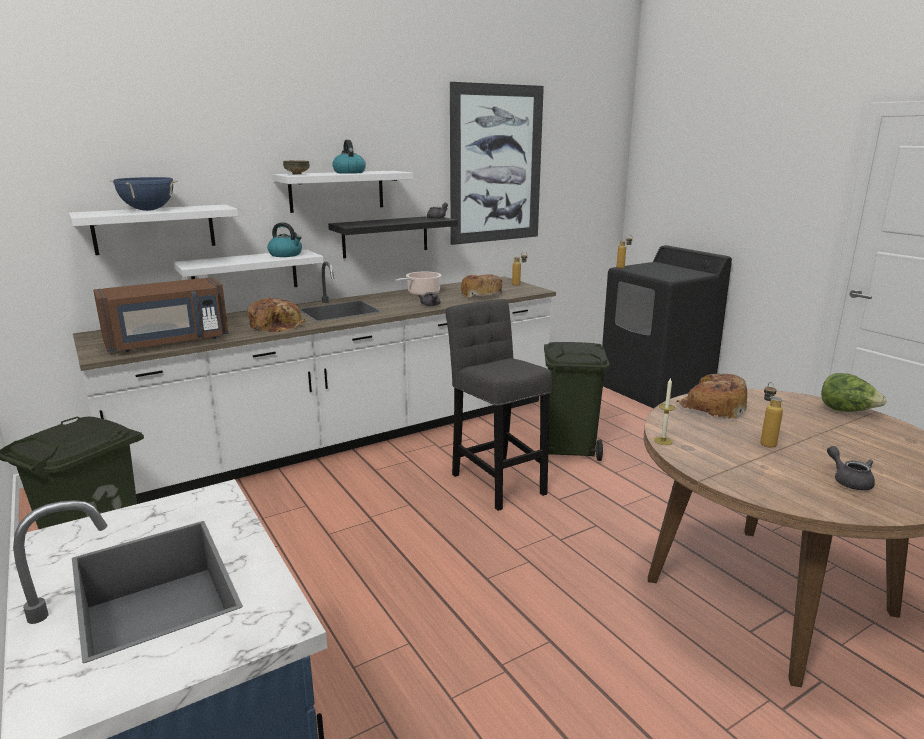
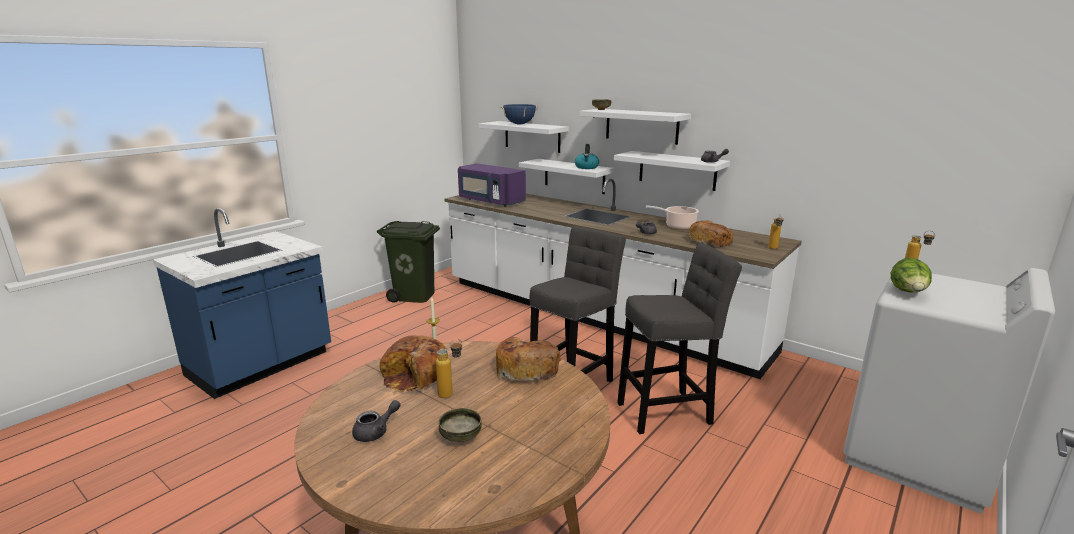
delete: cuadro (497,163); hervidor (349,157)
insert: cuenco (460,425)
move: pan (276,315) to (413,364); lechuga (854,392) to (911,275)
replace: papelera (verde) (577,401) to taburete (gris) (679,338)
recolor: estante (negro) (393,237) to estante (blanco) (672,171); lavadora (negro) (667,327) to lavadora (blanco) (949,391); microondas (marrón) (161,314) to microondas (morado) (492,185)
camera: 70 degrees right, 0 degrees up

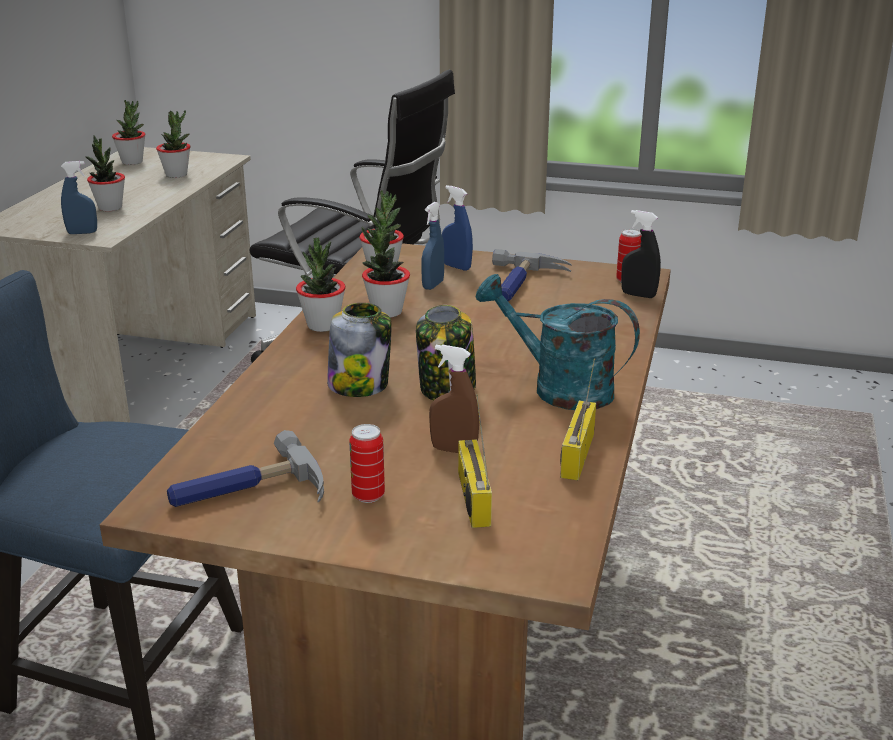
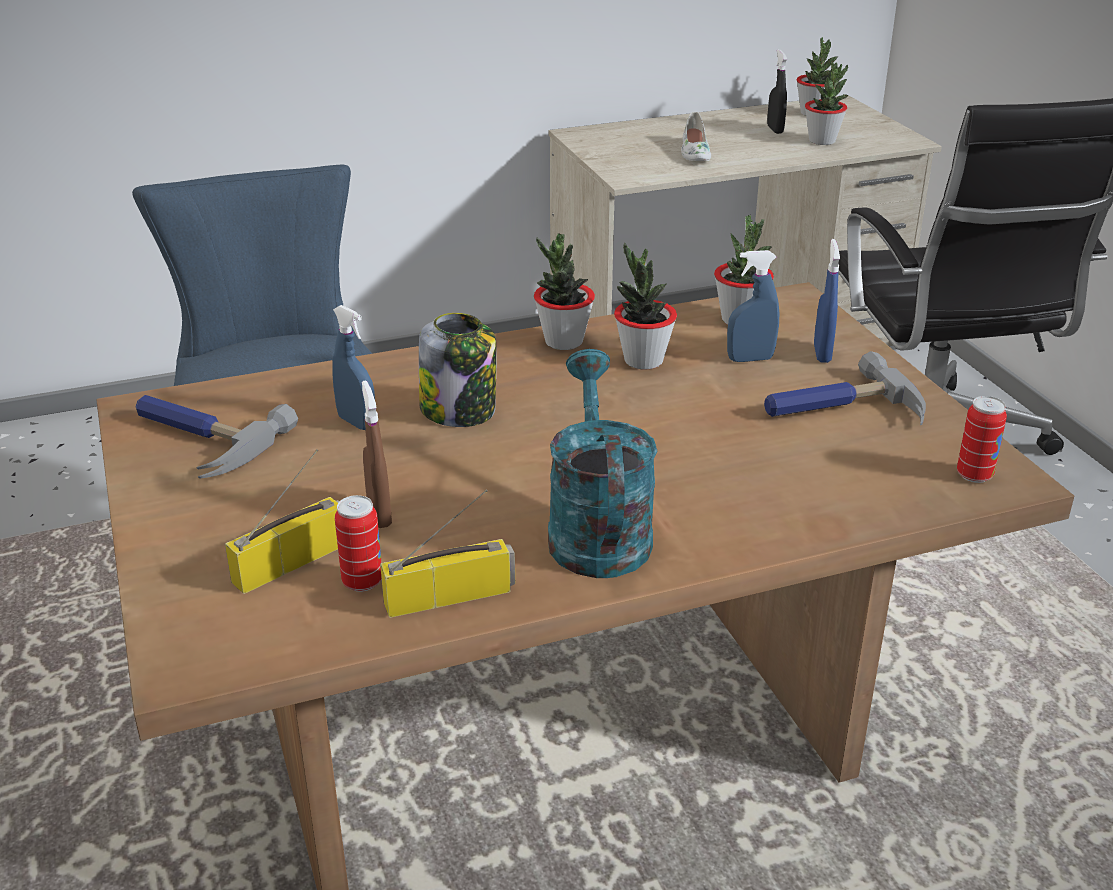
delete: tarro (446,352)
move: pulverizador (azul) (79,197) to (353,367); pulverizador (negro) (641,254) to (777,91); lata (367,463) to (358,543)
replace: planta en maceta (105,173) to zapato (blanco) (696,136)
camera: 55 degrees right, 5 degrees up

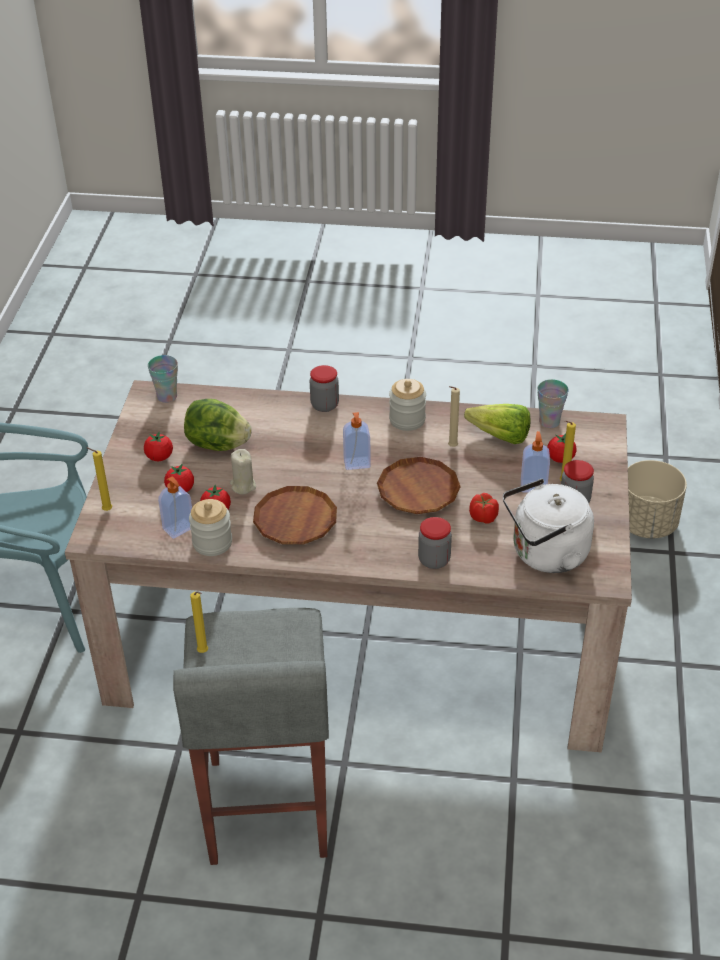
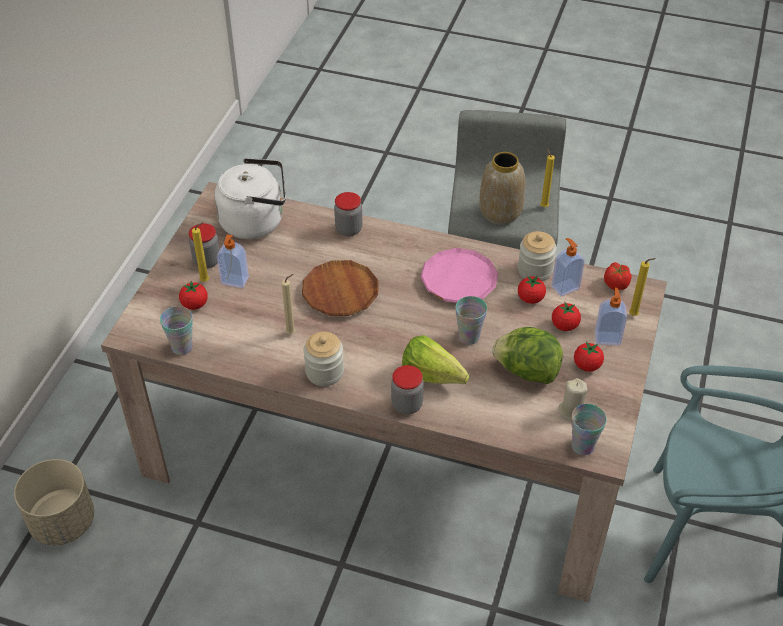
insert: florero (502,188); taza (471,320)
move: lechuga (497,424) to (435,359); dispensador de jabón (357,441) to (611,316); vela (beis) (243,471) to (573,400); tomate (484,508) to (618,276)
recolor: plato (marrón) (295,515) to plato (rosa) (459,275)
camera: 170 degrees left, 5 degrees up

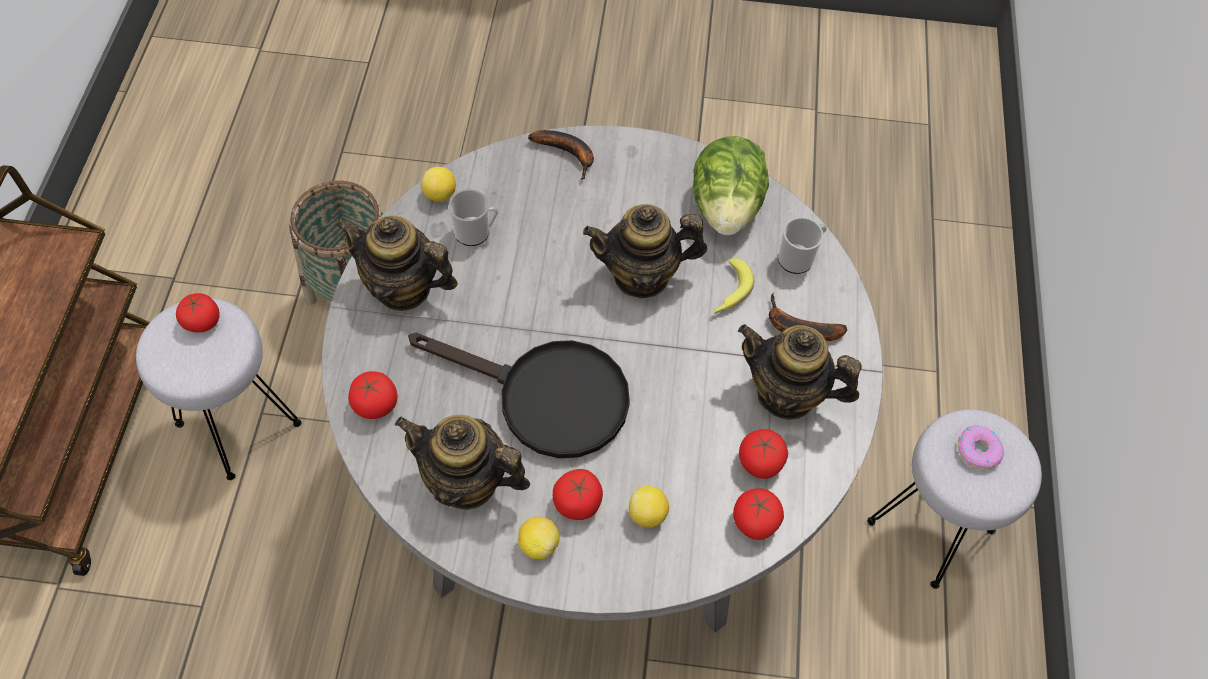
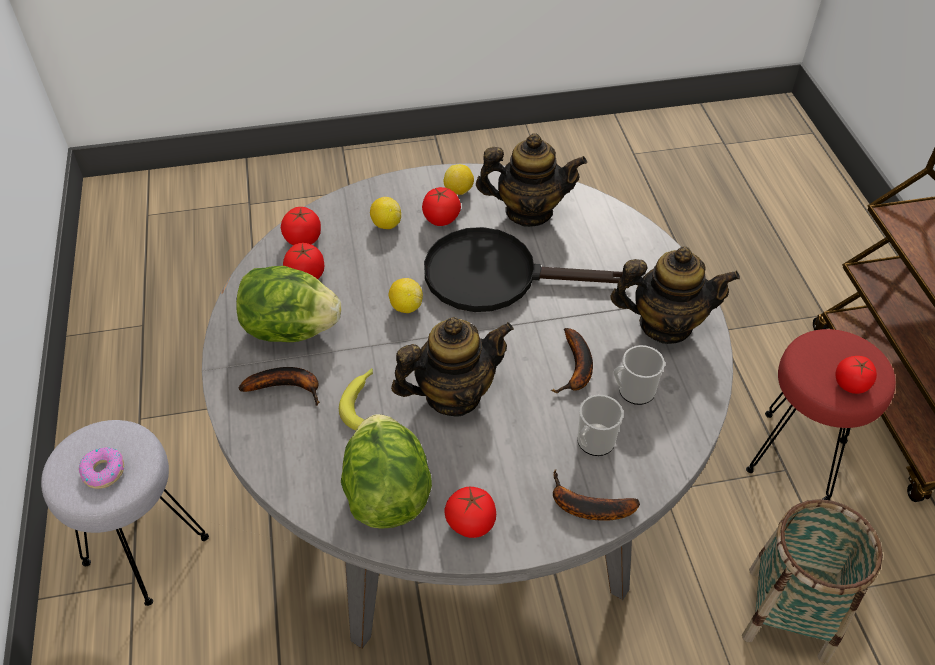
insert: plátano (572,360)
move: limón (438,184) to (406,295); taza grande (802,245) to (600,425); tomate (373,395) to (470,512)
replace: tetera (800,372) to lechuga (288,304)
recolor: taburete (gris) (218,389) to taburete (rojo) (821,414)
camera: 165 degrees right, 10 degrees down

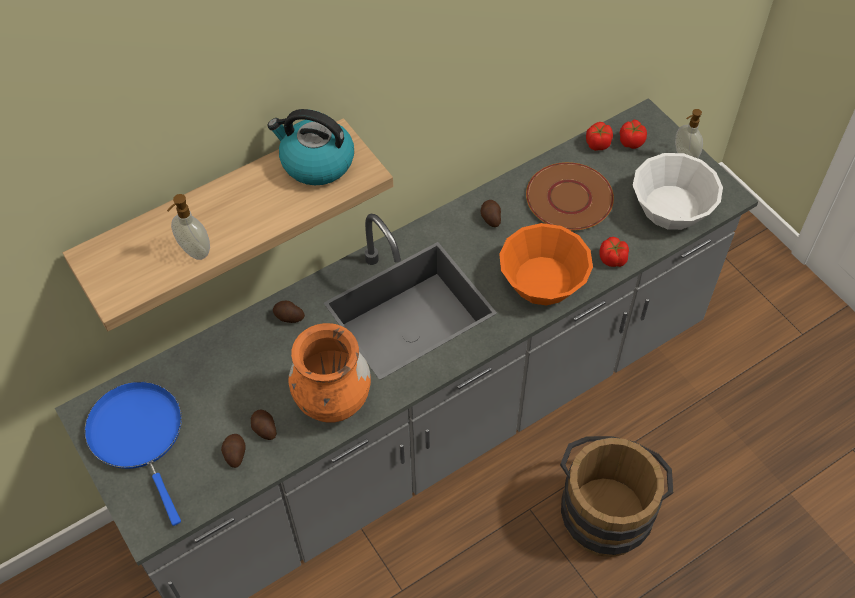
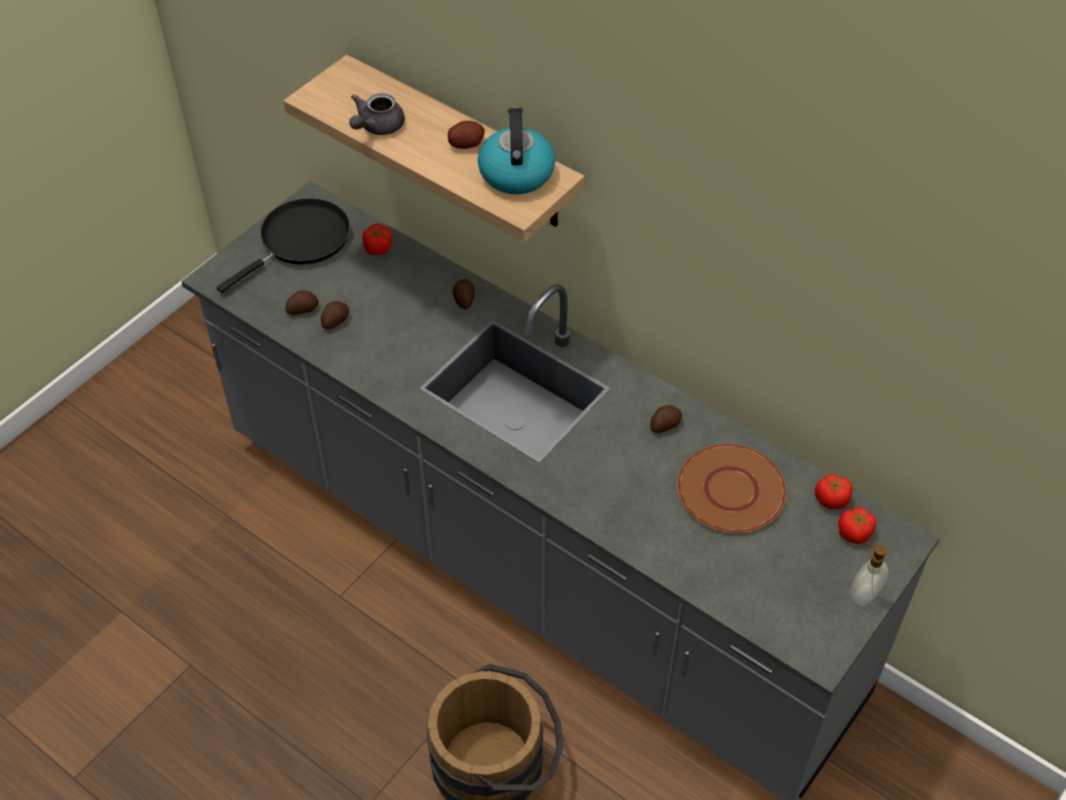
delete: cuenco (blanco) (678,191); cuenco (naranja) (546,264); florero (naranja) (329,373)
insert: patata (466,135)
move: tomate (614,252) to (377,239)
replace: dispensador de jabón (188,227) to tetera (gris) (377,114)
recolor: sartén (azul) (133,453) to sartén (negro) (283,245)
camera: 70 degrees right, 5 degrees down

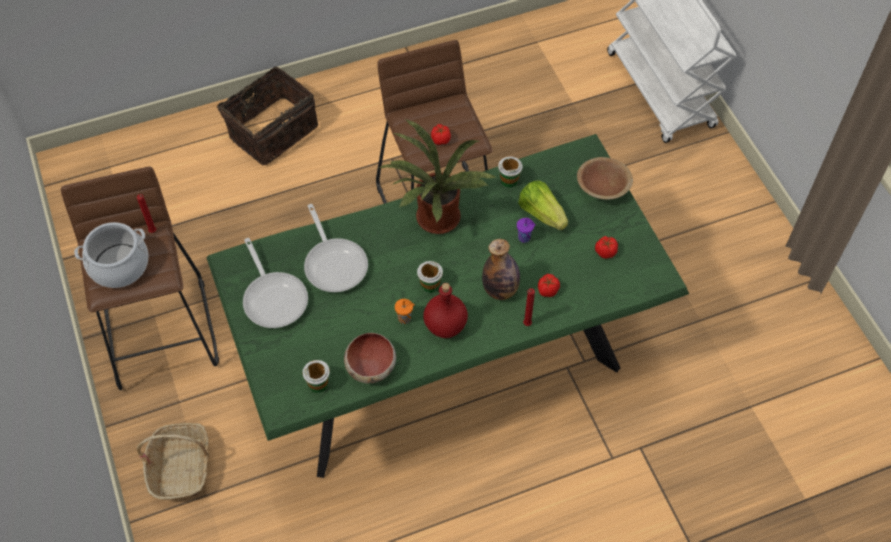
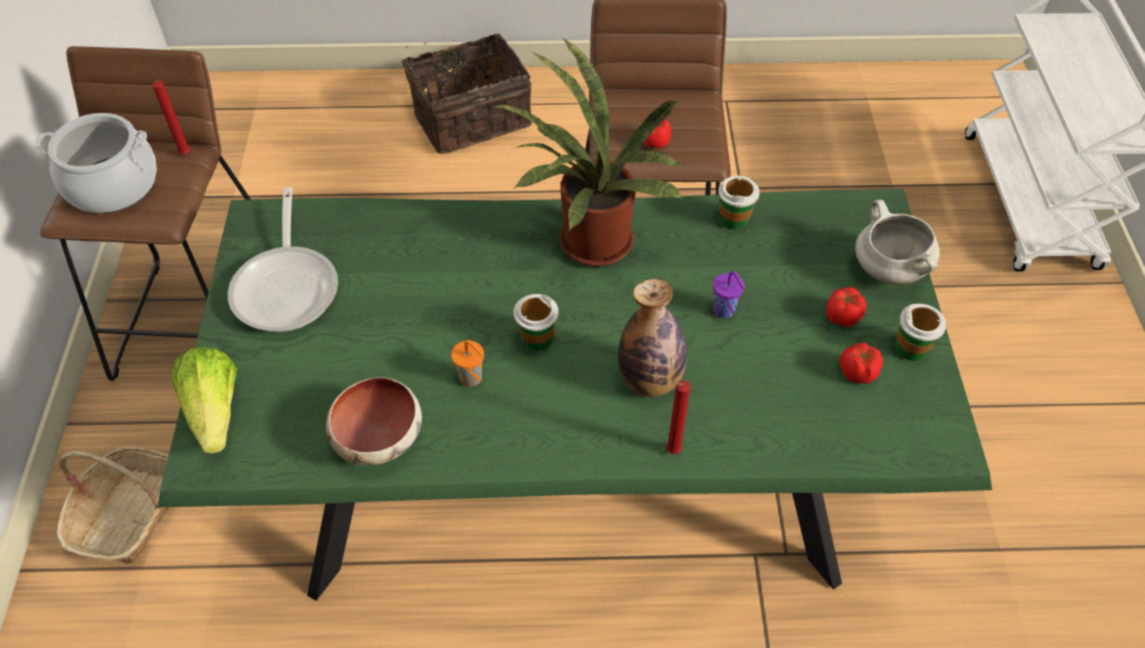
delete: sartén (336,248); botella (rojo) (445,310)
move: lechuga (543,205) to (204,400); tomate (549,285) to (847,307); taza (316,376) to (920,332)
replace: cuenco (marrón) (605,178) to olla (blanco) (897,242)
camera: 20 degrees right, 5 degrees down

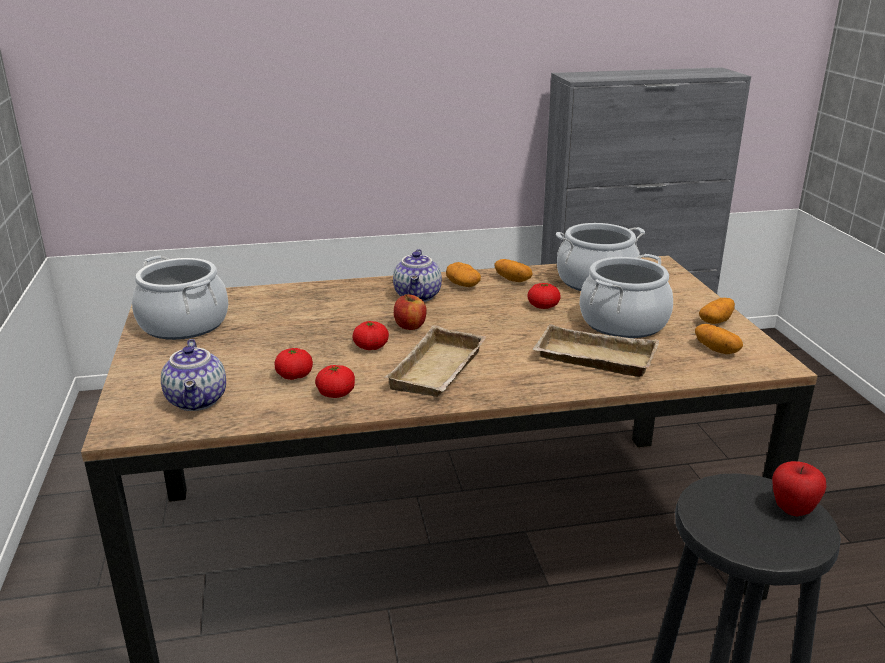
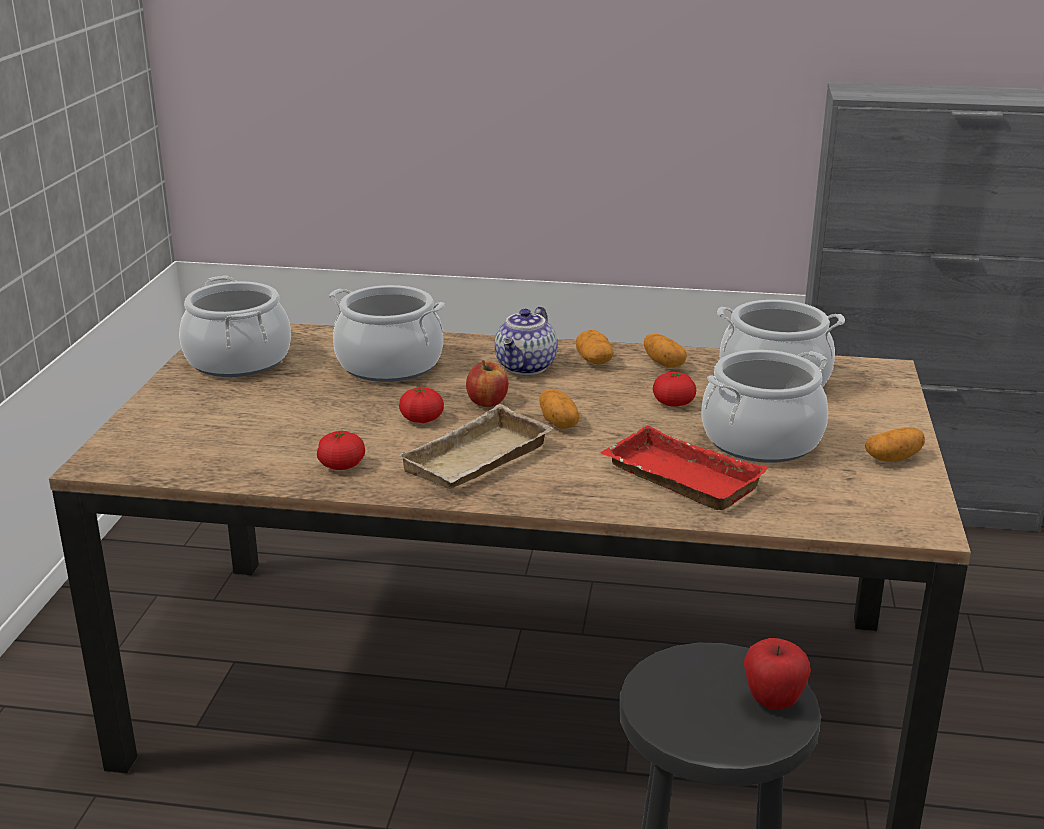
delete: tetera (193,375); tomate (293,364)
insert: olla (387,333)
move: patata (719,339) to (559,409)
recolor: bandeja (beis) (596,350) to bandeja (rojo) (684,467)
camera: 20 degrees right, 0 degrees up

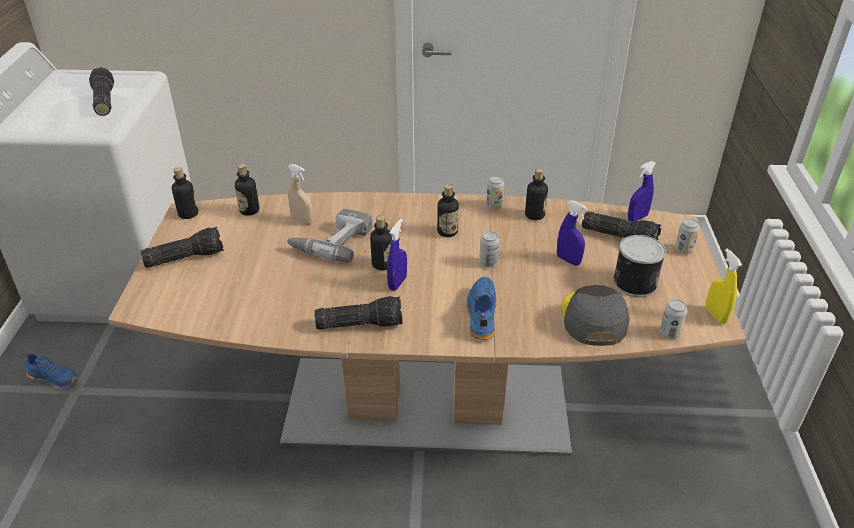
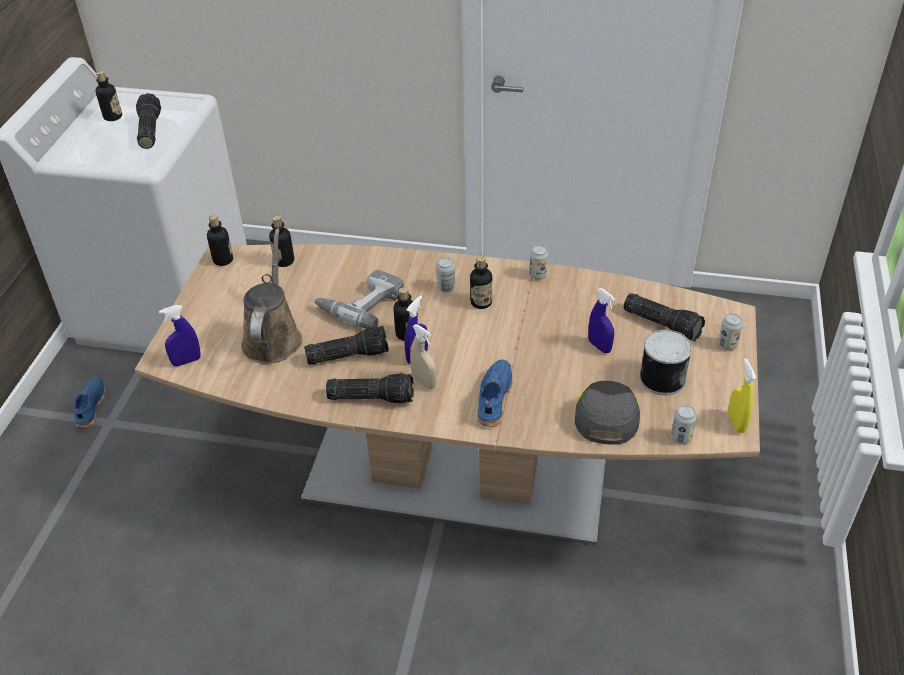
insert: regadera (marrón) (271,296)
move: pulverizador (azul) (642,191) to (180,335); pulverizador (beis) (300,194) to (423,356); botella (536,194) to (108,96); linterna (182,247) to (346,345); lata (489,249) to (445,275)
rotate: zapato (azul) (50,370) = (89,402) 120 degrees counterclockwise
camera: 10 degrees right, 5 degrees up

